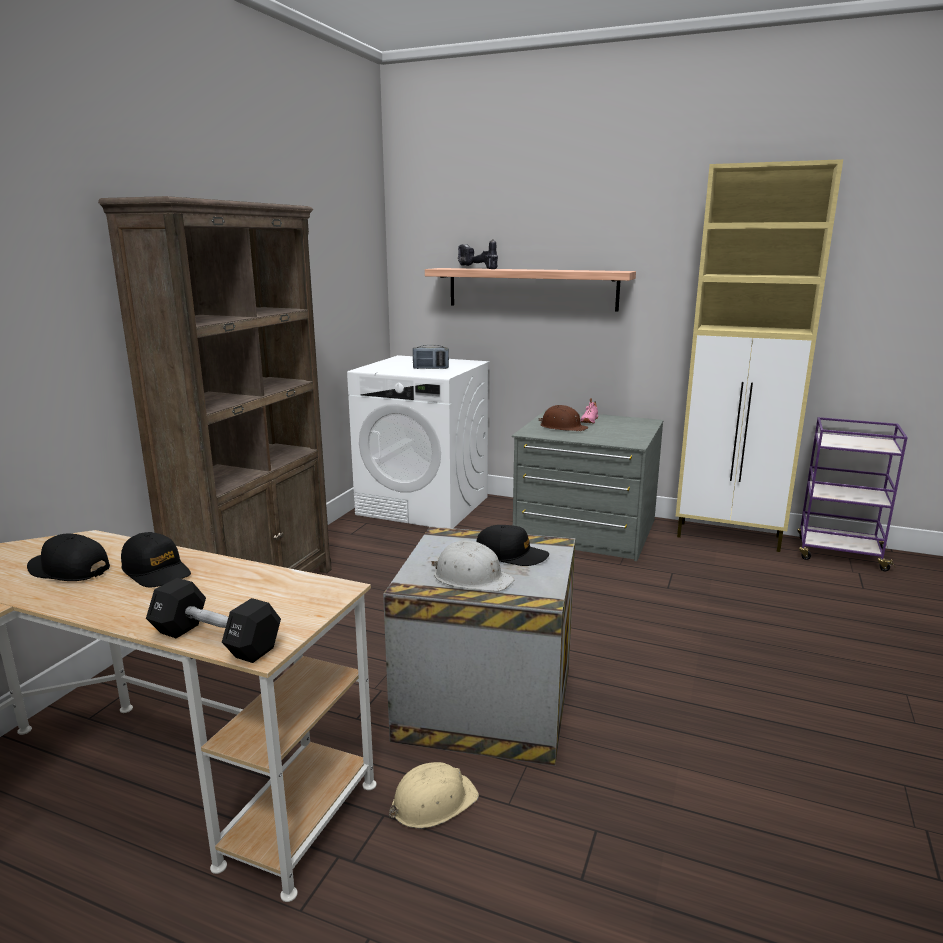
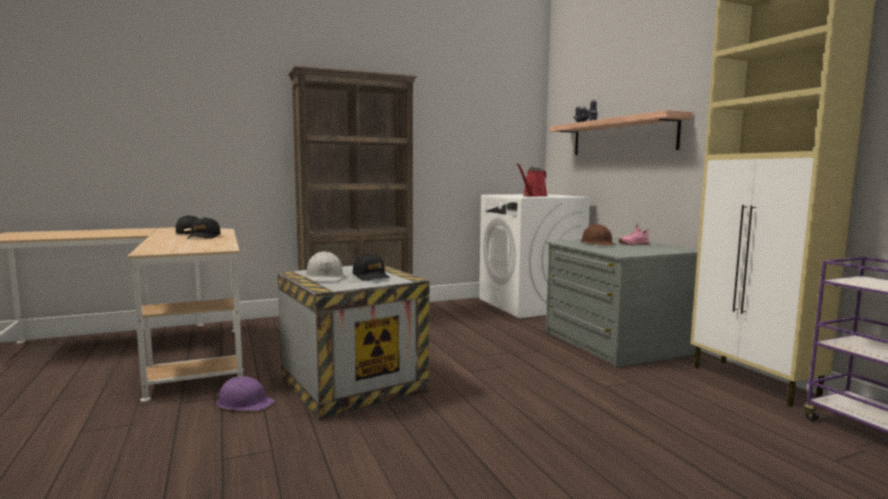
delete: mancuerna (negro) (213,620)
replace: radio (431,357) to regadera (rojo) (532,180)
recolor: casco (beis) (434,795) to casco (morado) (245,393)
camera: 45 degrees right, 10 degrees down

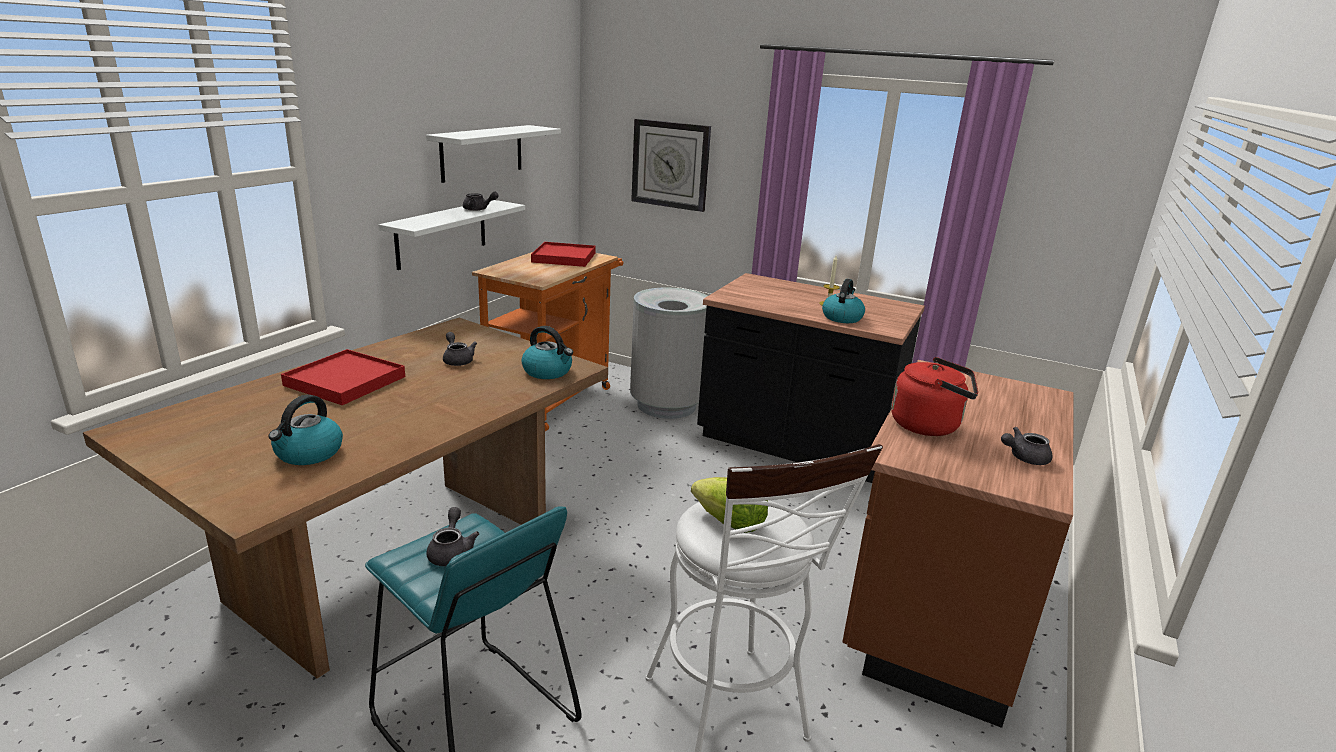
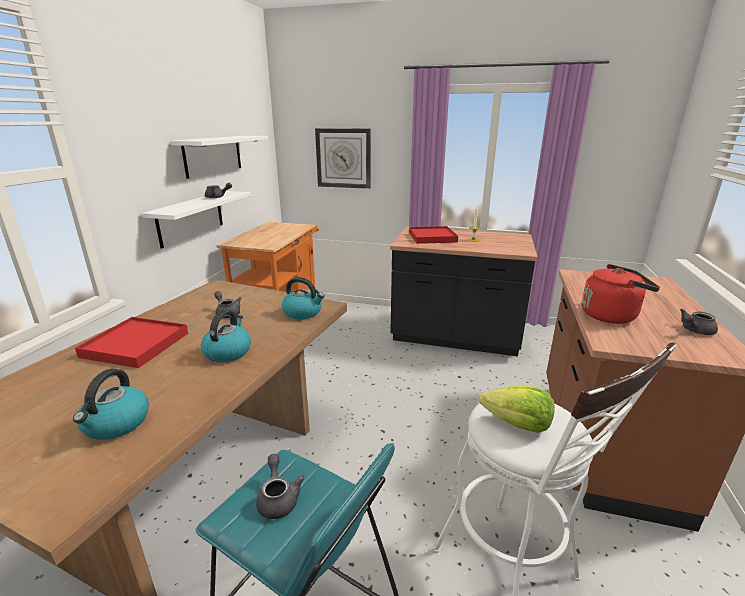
delete: papelera (gris) (668,353)
move: bandeja (rojo) (563,254) to (433,235); hervidor (843,301) to (226,336)
camera: 10 degrees left, 0 degrees up

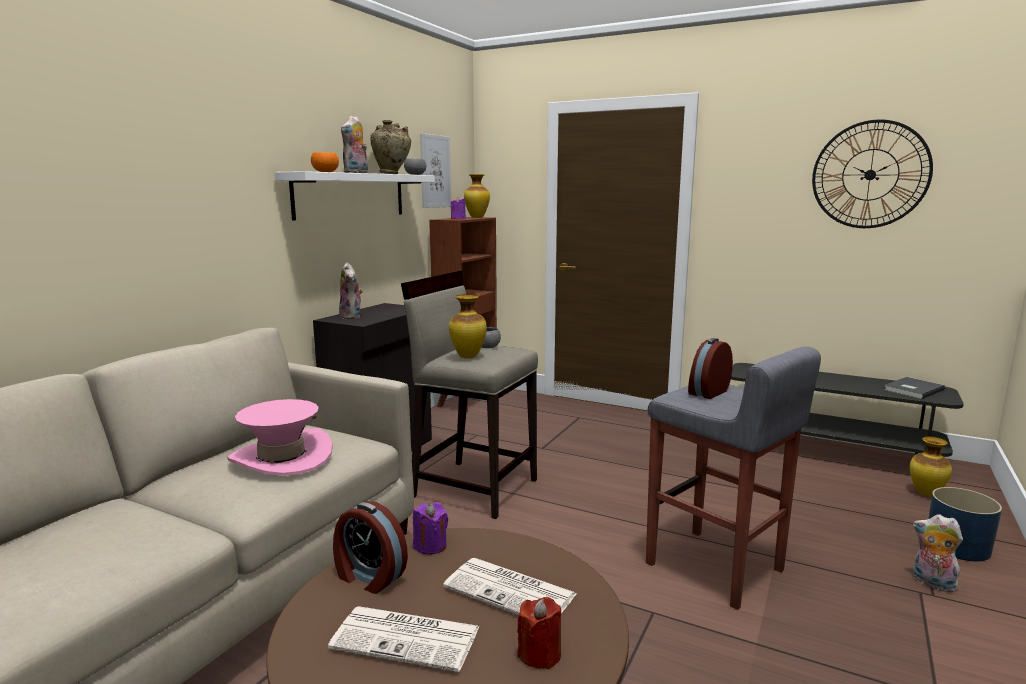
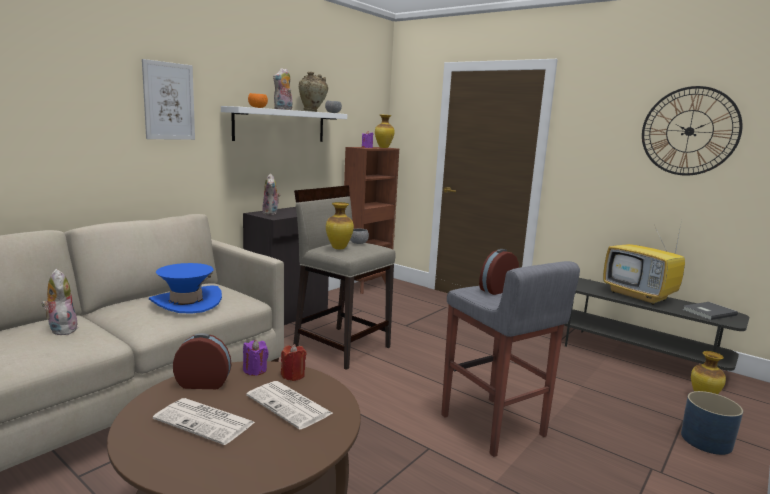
insert: televisor (644,262)
move: cuadro (435,170) to (168,99); peluche (938,553) to (59,302); vela (rojo) (539,633) to (293,362)
recolor: sombrero (rosa) (280,437) to sombrero (azul) (185,288)
rotate: despertador (370,547) = (202,361) 135 degrees clockwise
camera: 10 degrees right, 0 degrees up

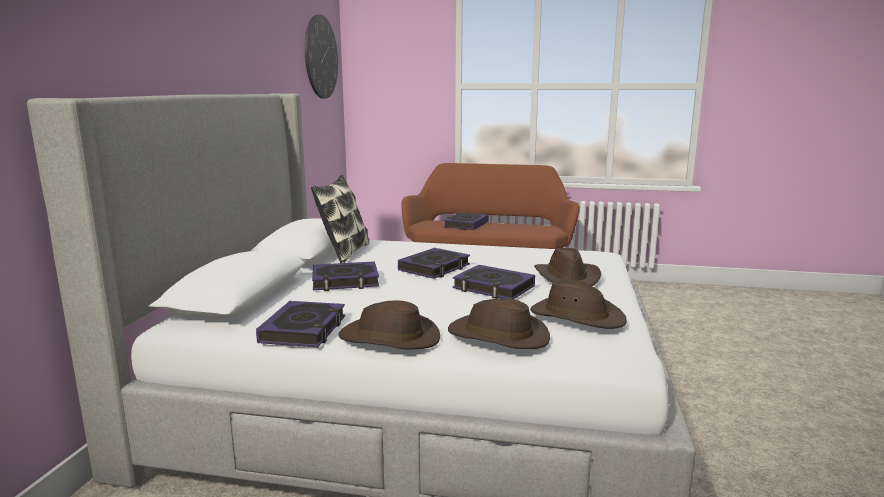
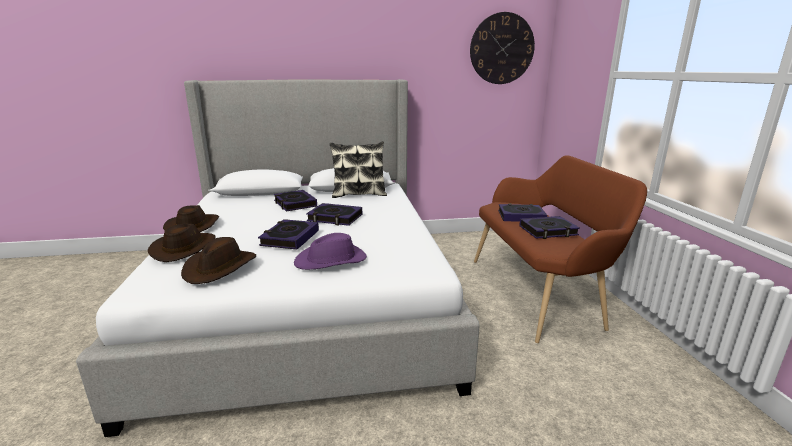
move: libro (300,324) to (549,227)
recolor: sombrero (marrón) (567,267) to sombrero (morado) (330,251)
camera: 70 degrees right, 5 degrees up

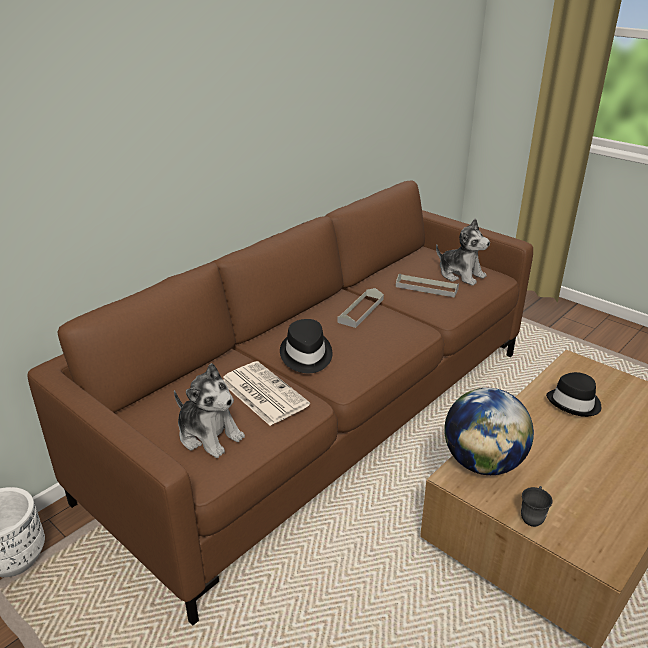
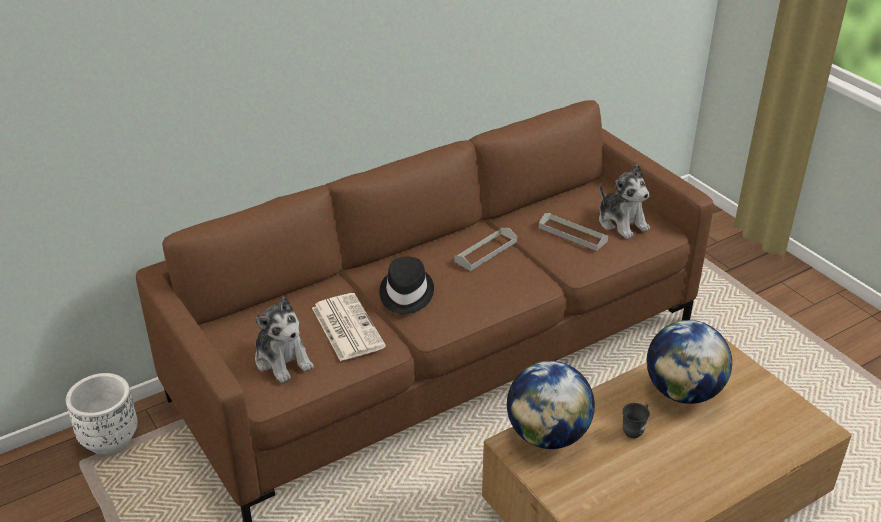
move: taza grande (gris) (537,506) to (636,420)
replace: sombrero (negro) (573,394) to globo terráqueo (689,362)
camera: 15 degrees right, 5 degrees up

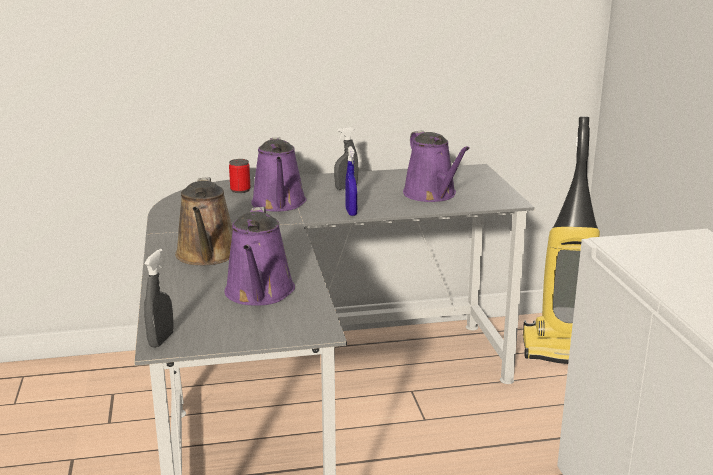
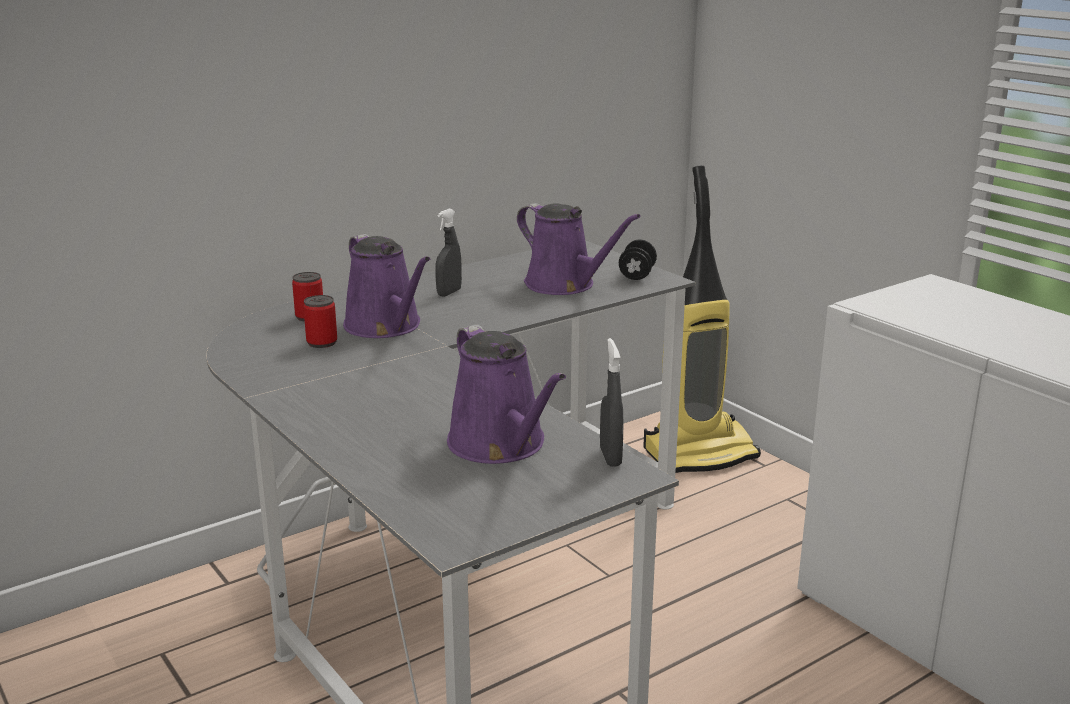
delete: pulverizador (azul) (351,181); regadera (marrón) (204,221)
insert: mancuerna (negro) (638,260); lata (320,321)
move: pulverizador (gris) (159,298) to (611,402)
camera: 25 degrees left, 0 degrees up

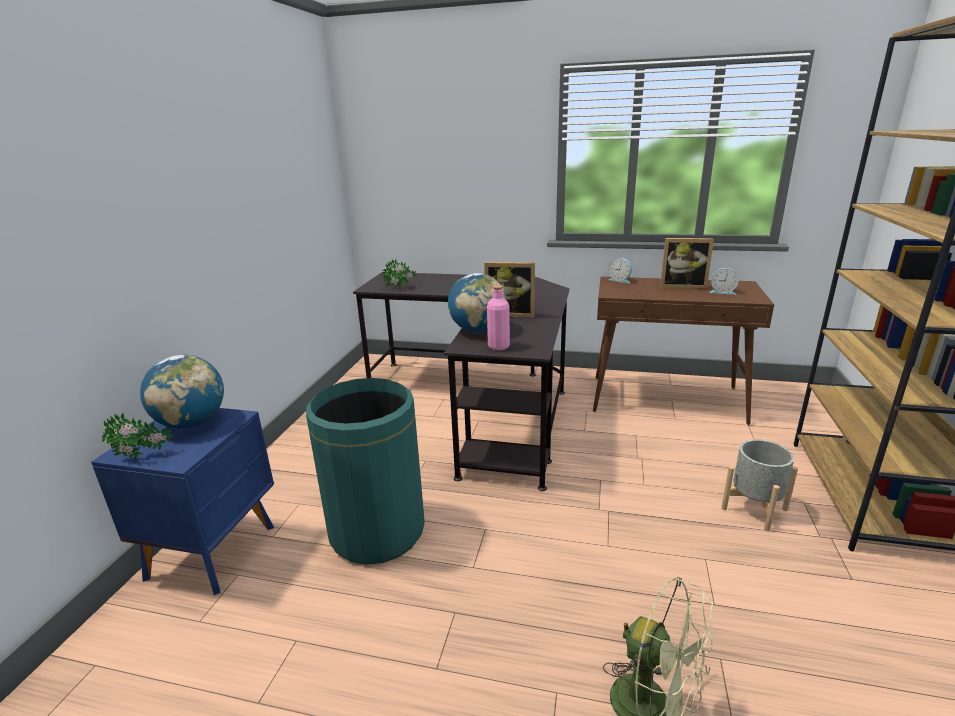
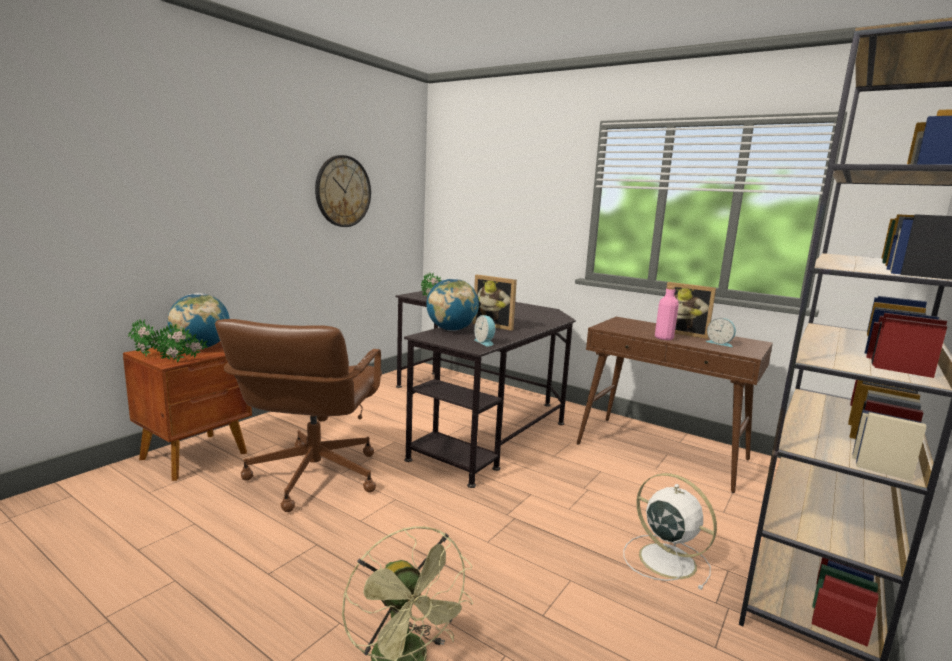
insert: reloj de pared (343,191); planta en maceta (182,343)
move: despertador (620,270) to (484,331); botella (rosa) (498,317) to (667,313)
replace: papelera (verde) (365,471) to silla de oficina (marrón) (298,415); maceta (gris) (759,485) to ventilador (blanco) (670,531)
recolor: mesita de noche (azul) (182,501) to mesita de noche (marrón) (187,411)
camera: 20 degrees right, 10 degrees down

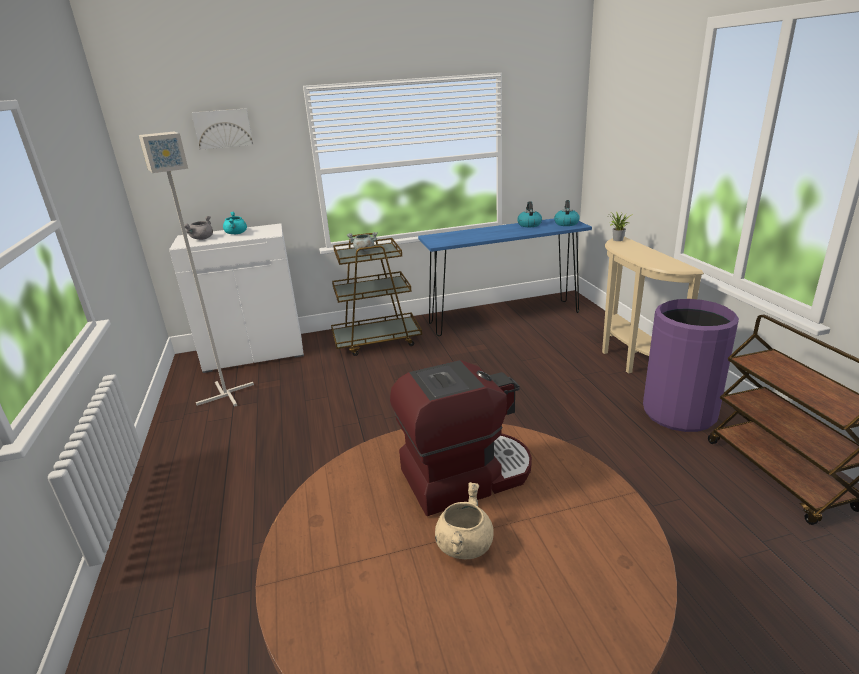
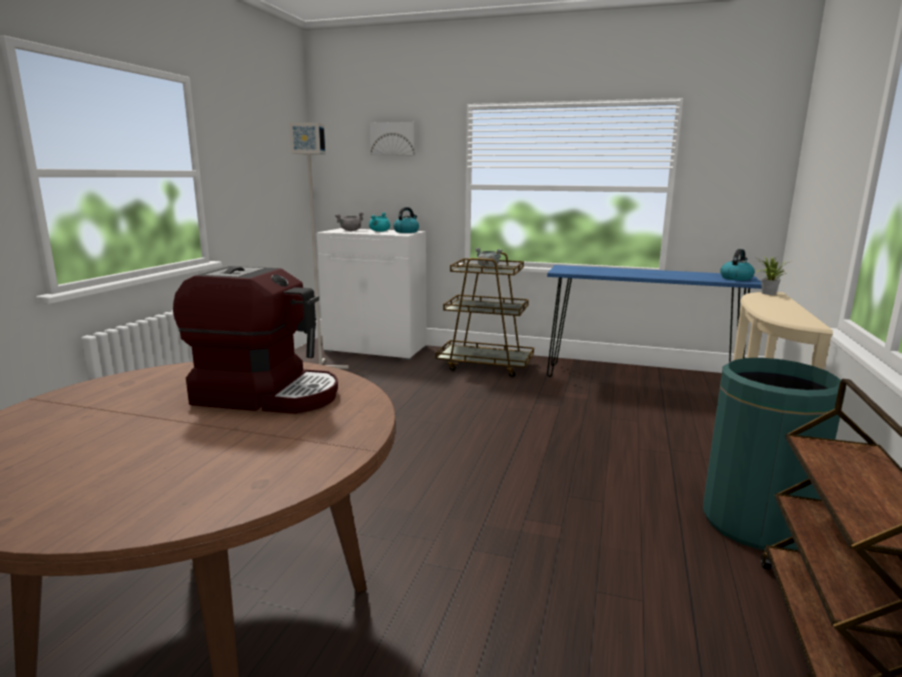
delete: olla (beis) (464,520)
move: hervidor (529,214) to (406,220)
recolor: papelera (morado) (691,365) to papelera (verde) (774,454)
camera: 30 degrees right, 10 degrees down

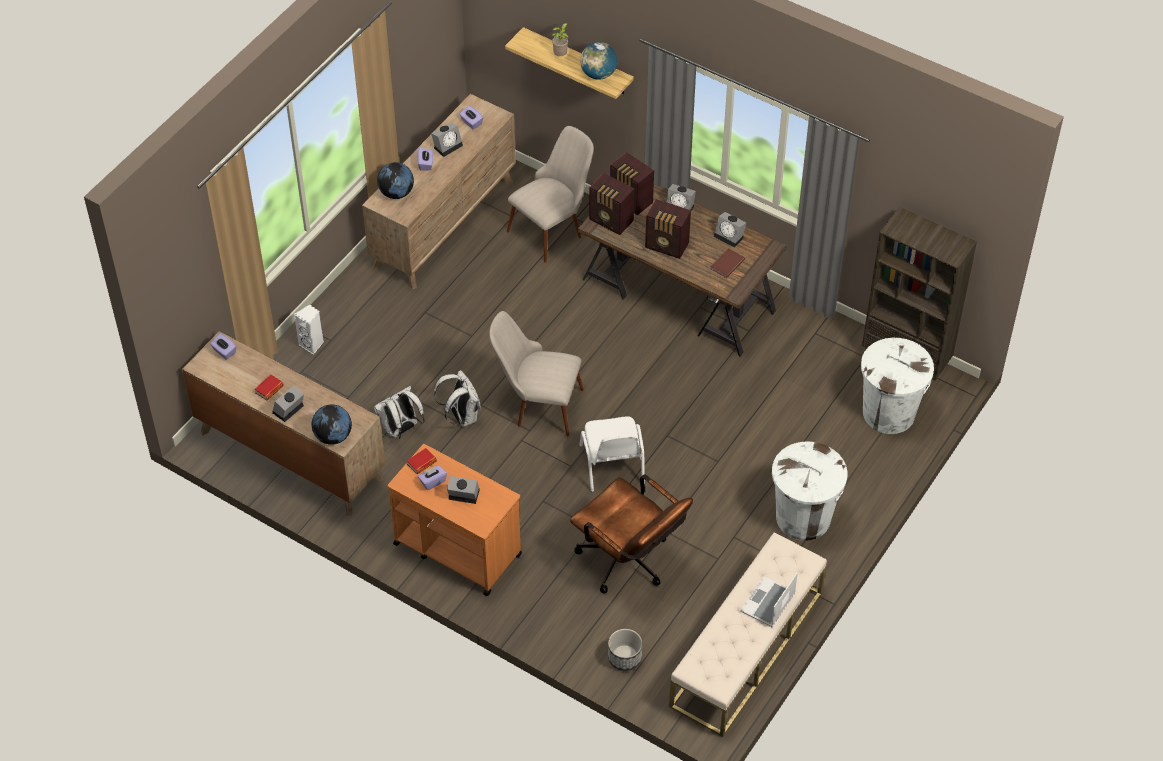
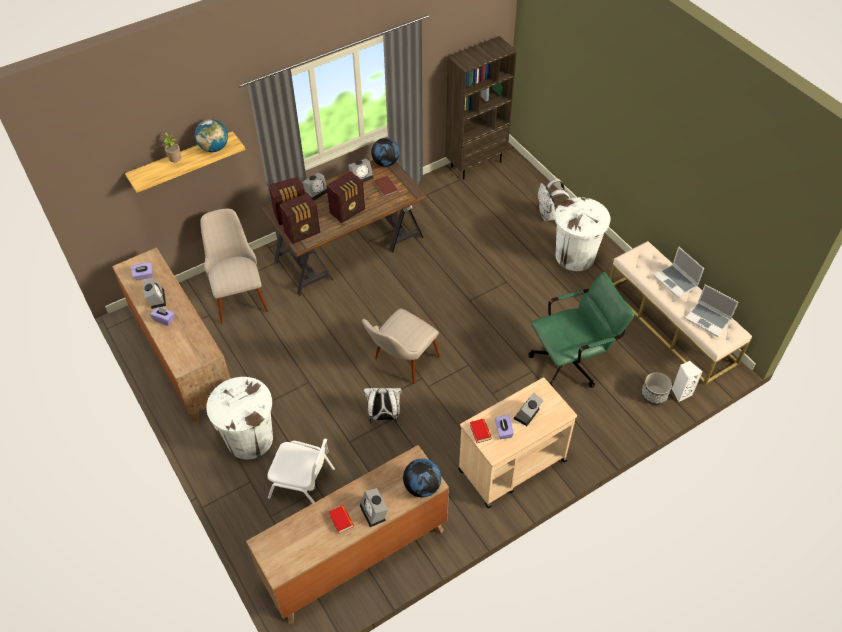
delete: caja de pañuelos (morado) (223,346)
insert: portátil (712,310)
move: globo terráqueo (395,180) to (385,152); altavoz (blanco) (309,329) to (687,381); papelera (blanco) (897,386) to (239,418); mochila (blanco) (399,412) to (554,200); silla (blanco) (612,454) to (301,471)
recolor: carrito (naranja) (454,520) to carrito (beis) (517,443); silla de oficina (marrón) (631,533) to silla de oficina (verde) (581,330)
camera: 65 degrees left, 0 degrees up

